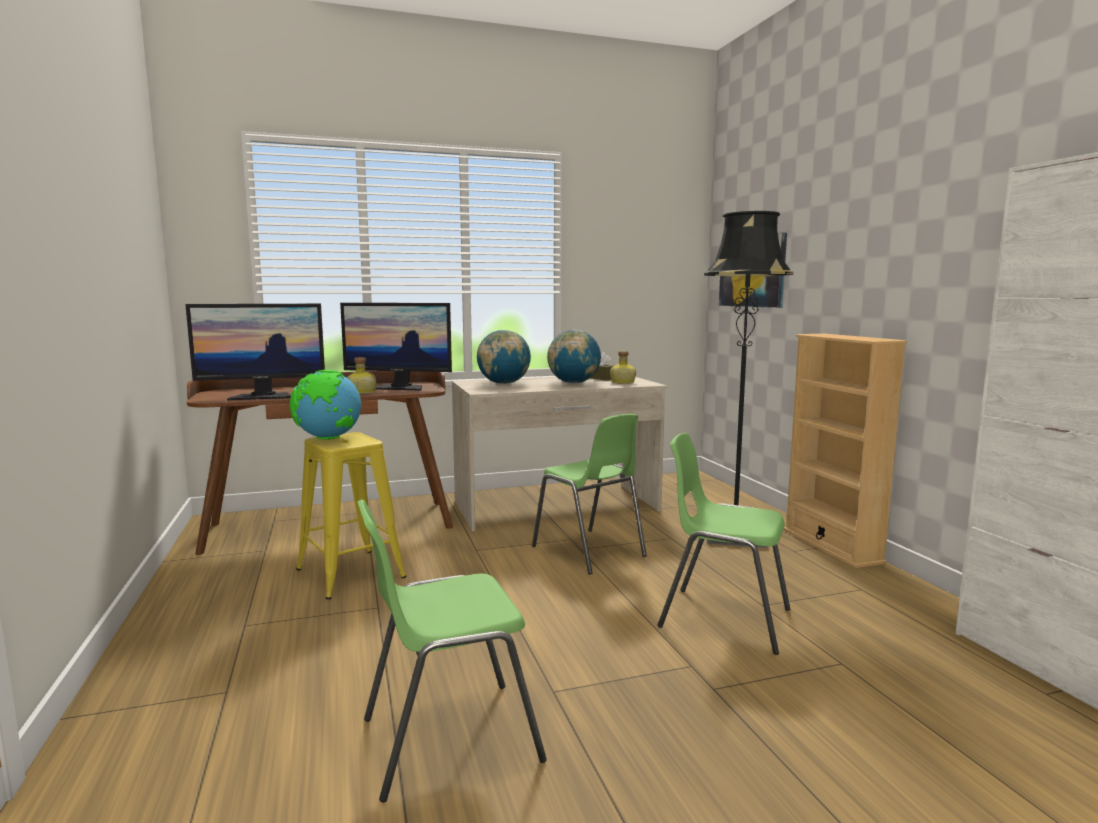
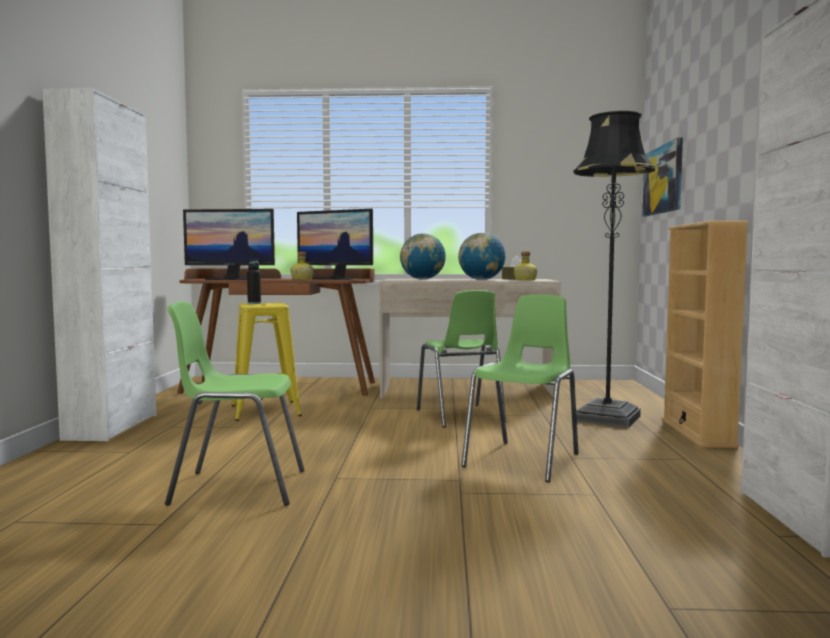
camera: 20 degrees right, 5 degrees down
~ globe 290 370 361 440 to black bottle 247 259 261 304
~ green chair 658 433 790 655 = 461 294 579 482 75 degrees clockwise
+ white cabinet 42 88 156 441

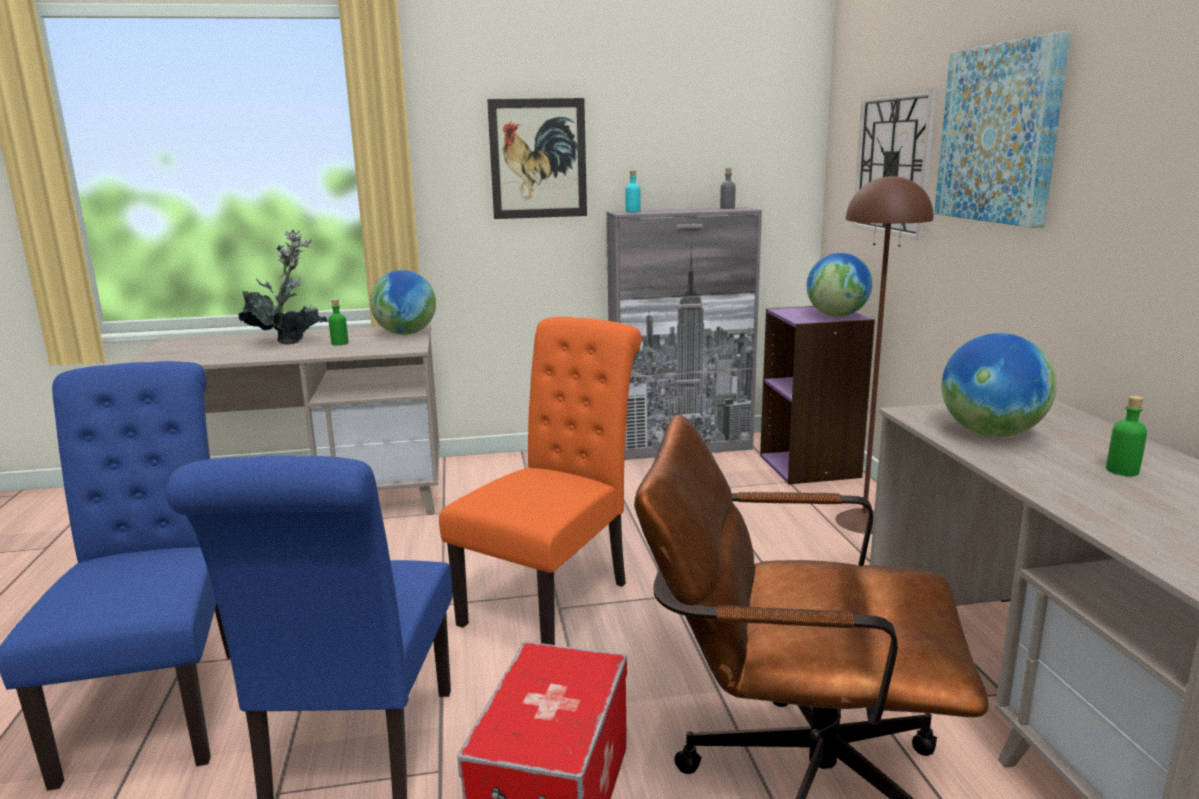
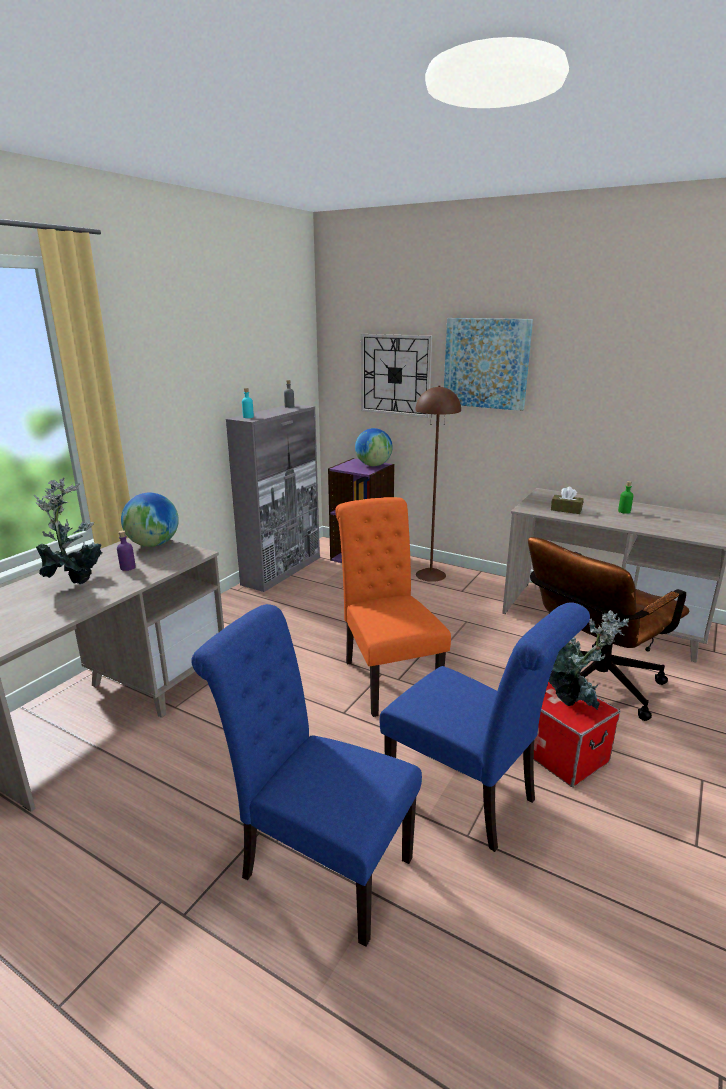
camera: 50 degrees left, 5 degrees up
~ green bottle 328 299 349 345 to purple bottle 117 531 136 571
- picture 487 98 587 219
~ globe 941 333 1057 437 to brown tissue box 551 487 584 514
+ potted plant 548 610 629 710

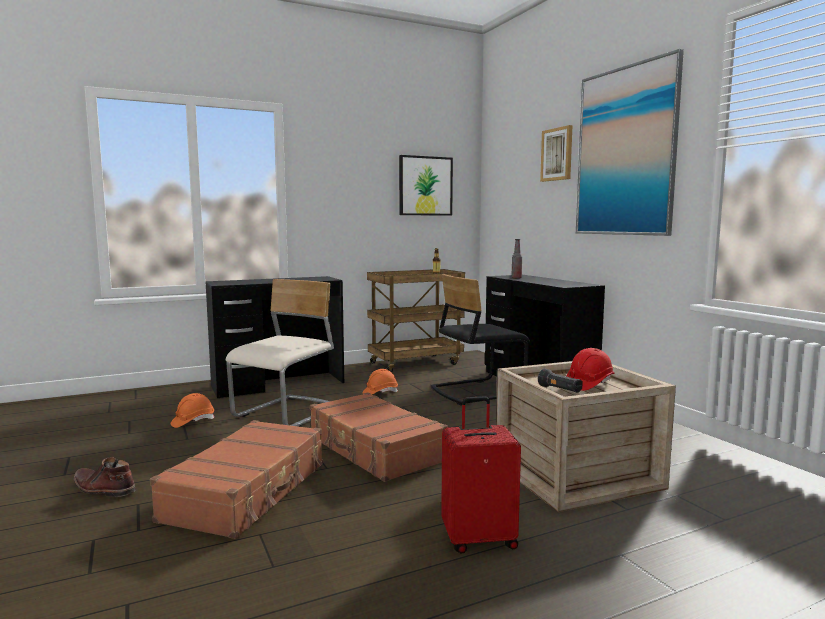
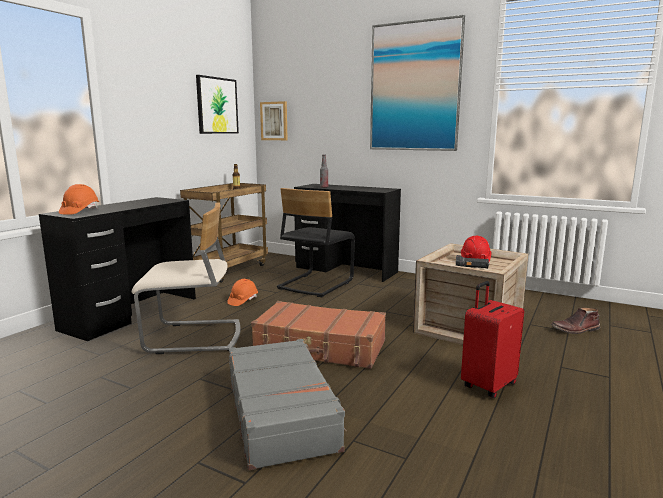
camera: 35 degrees left, 5 degrees up
~ brown boot 74 457 136 497 to 550 308 600 334
~ brown suitcase 150 420 323 539 to grey suitcase 229 339 346 470
~ orange hard hat 171 393 214 428 to 59 184 99 215
~ beige chair 226 279 334 427 = 132 203 241 354 90 degrees clockwise
~ picture 540 125 573 182 to 260 101 288 140

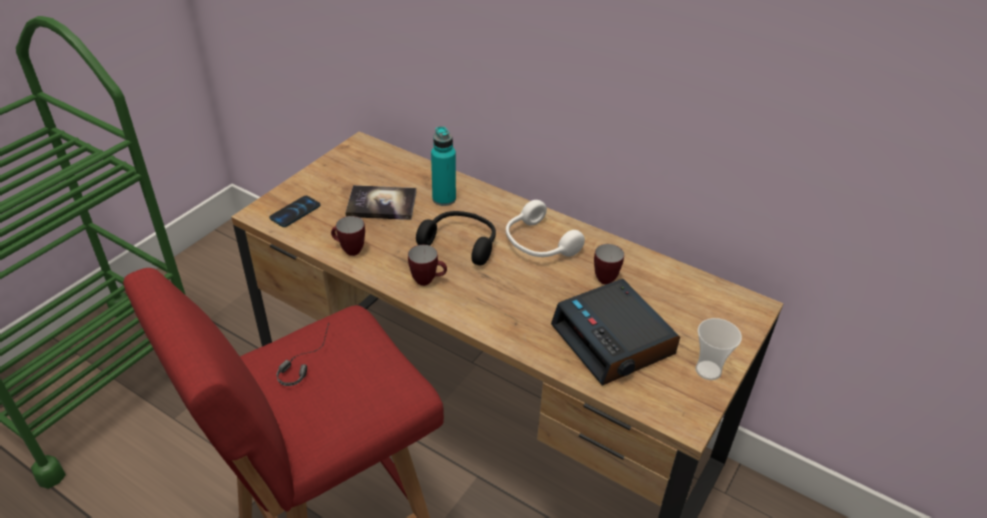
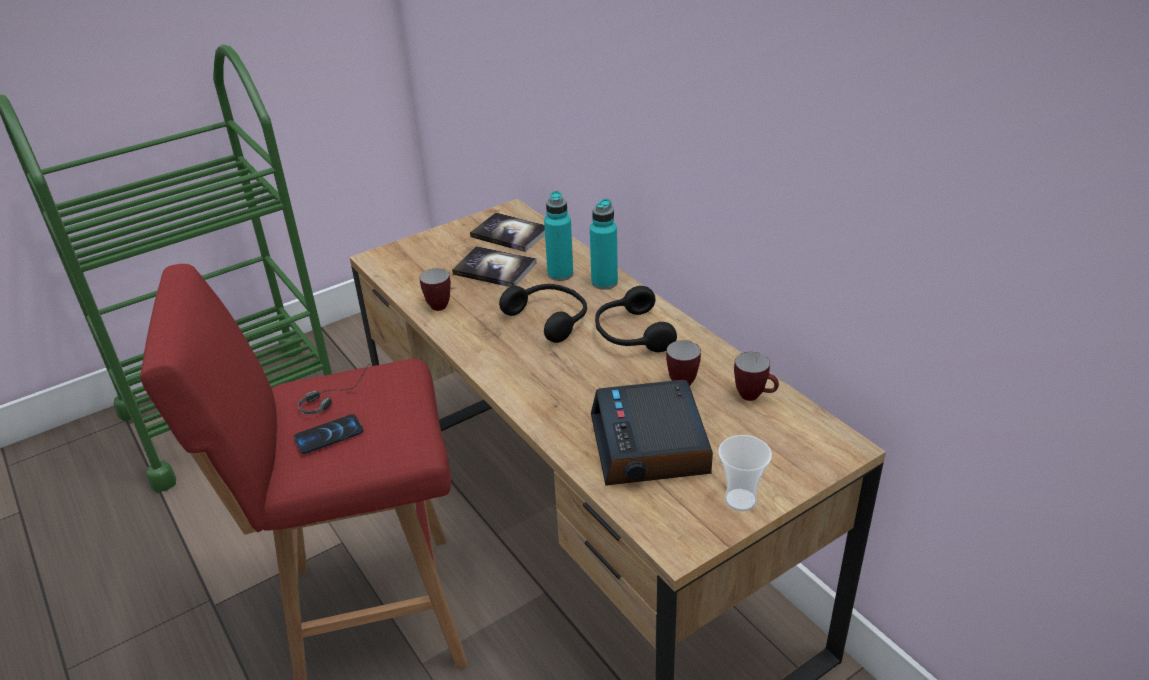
camera: 25 degrees right, 5 degrees down
~ phone 269 196 320 227 to 294 414 363 454
~ mug 408 245 447 286 to 734 352 779 401
~ white headphones 506 200 585 257 to black headphones 595 286 677 352
+ book 470 213 545 252
+ turquoise bottle 590 199 618 290

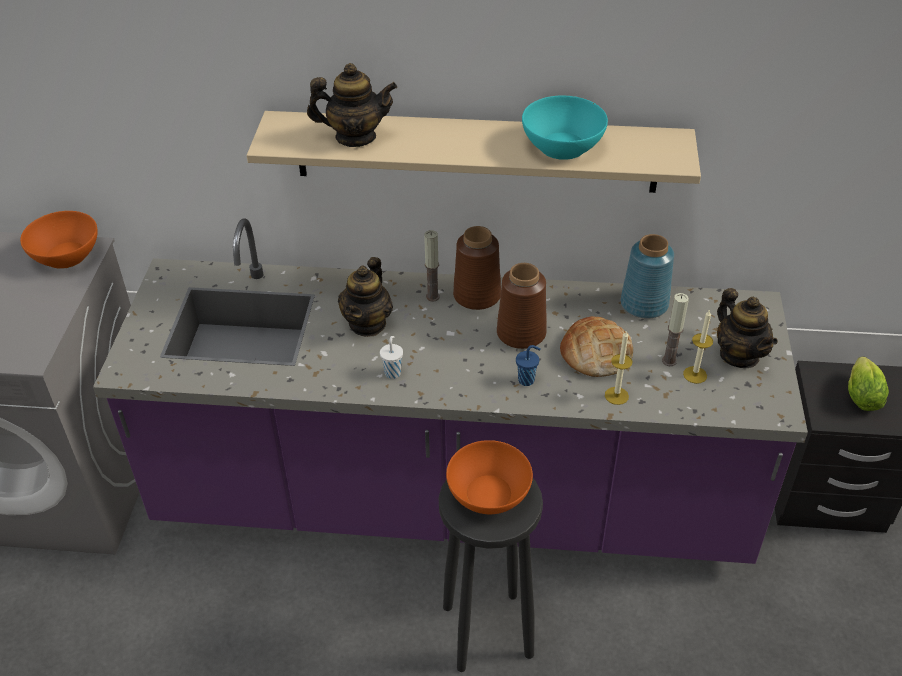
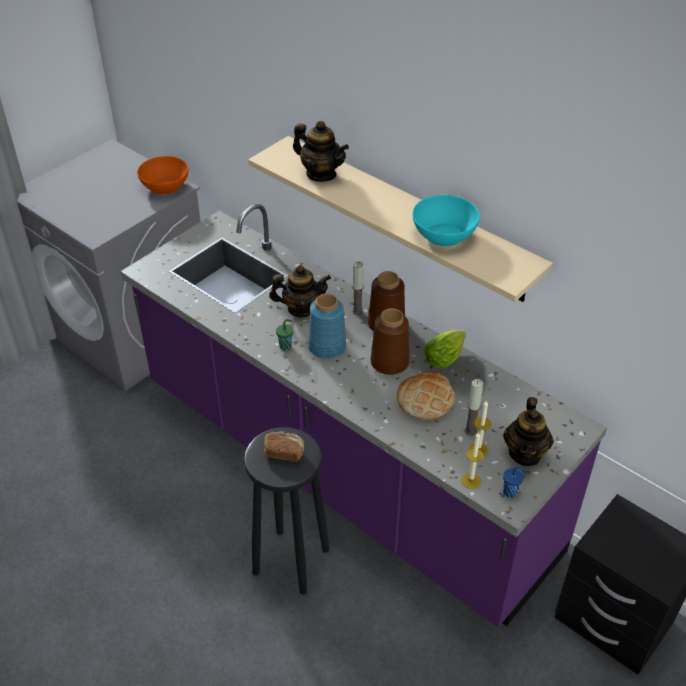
camera: 35 degrees right, 0 degrees up
~ teapot 338 257 393 337 = 269 265 331 317 150 degrees counterclockwise
~ white cup 380 336 403 379 to green cup 276 319 293 351
~ orange bowl 446 440 533 514 to bread 264 431 304 462
~ blue cup 516 345 541 386 to 503 467 527 498
~ candle 605 330 632 405 to 461 432 484 489
~ blue vase 621 234 674 319 to 308 293 347 359
~ lettuce 848 357 889 411 to 424 330 466 368

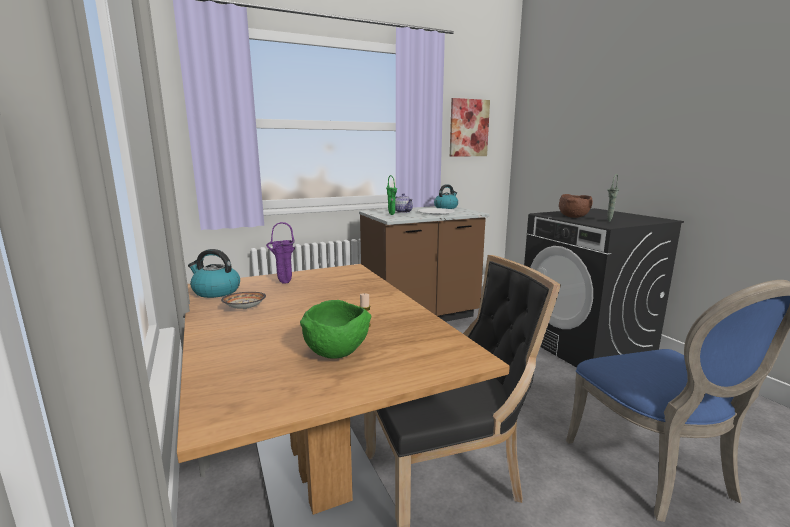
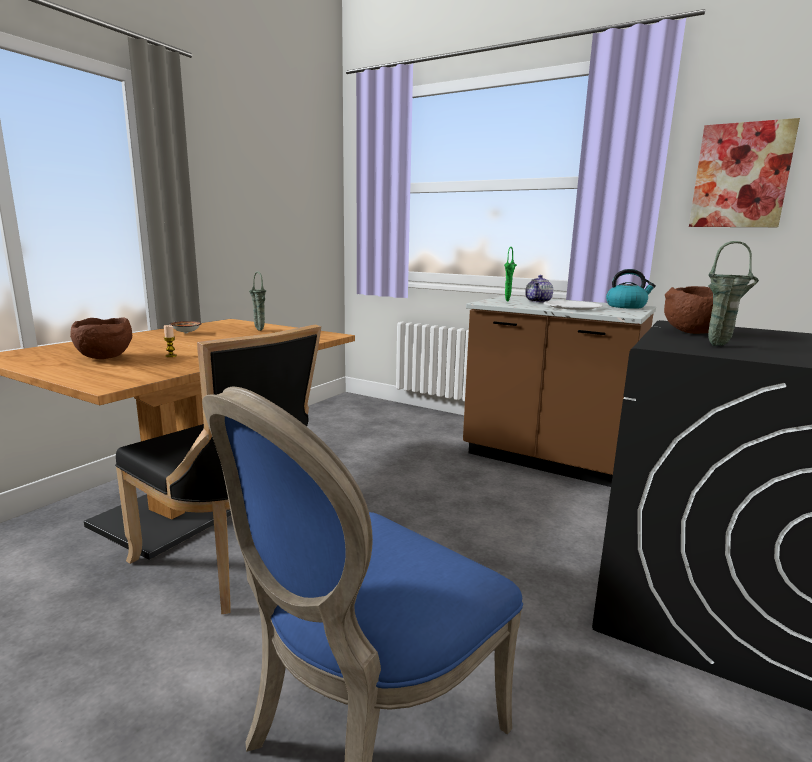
camera: 55 degrees right, 0 degrees up
- kettle 188 249 240 298
~ purple vase 266 222 295 284 to green vase 249 271 266 331
~ green bowl 300 300 371 359 to brown bowl 70 317 132 359

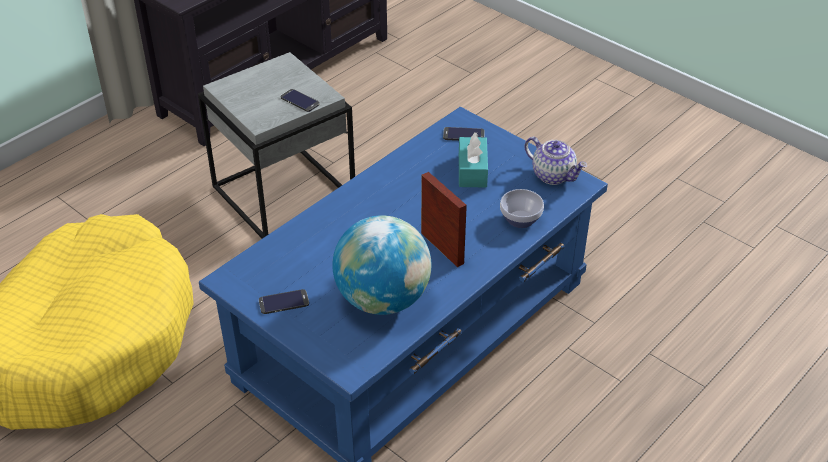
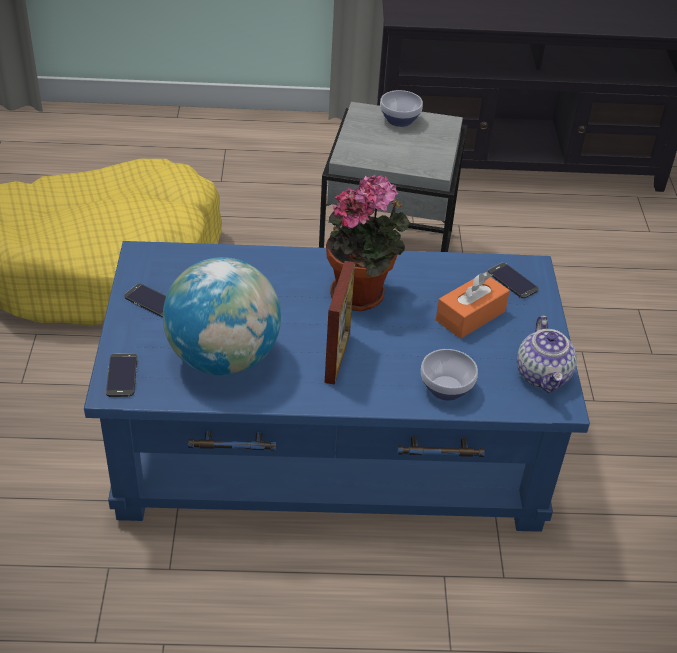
camera: 45 degrees right, 0 degrees up
~ phone 281 89 320 112 to 106 353 137 397
~ turquoise tissue box 459 132 488 187 to orange tissue box 436 272 510 339
+ potted plant 326 174 410 311
+ bowl 380 90 423 127

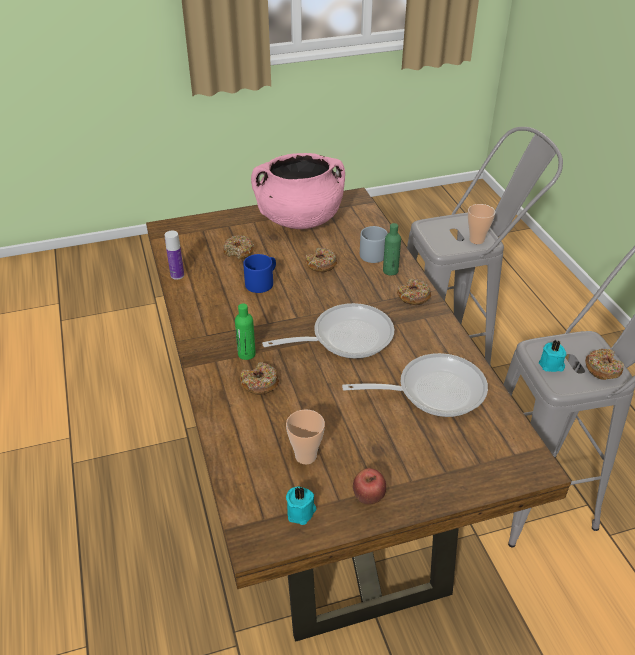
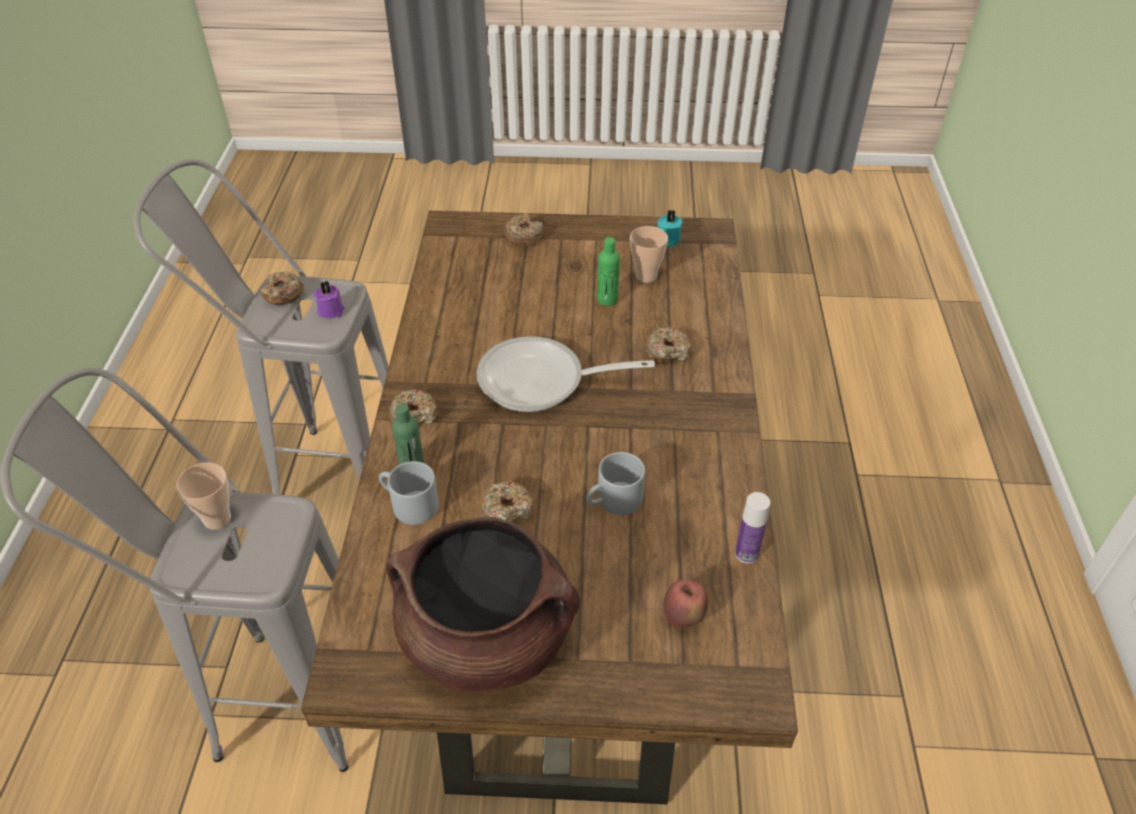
camera: 160 degrees left, 5 degrees up
~ donut 223 235 254 260 to 504 213 544 246
~ green bottle 235 303 256 360 to 597 237 620 306
~ blue mug 243 254 276 293 to grey mug 586 452 645 515
~ pink cooking pot 251 153 345 229 to brown cooking pot 386 517 580 692
- frying pan 342 353 488 417
~ apple 353 468 386 505 to 664 580 708 628
~ turquoise candle 539 340 566 372 to purple candle 314 281 344 319

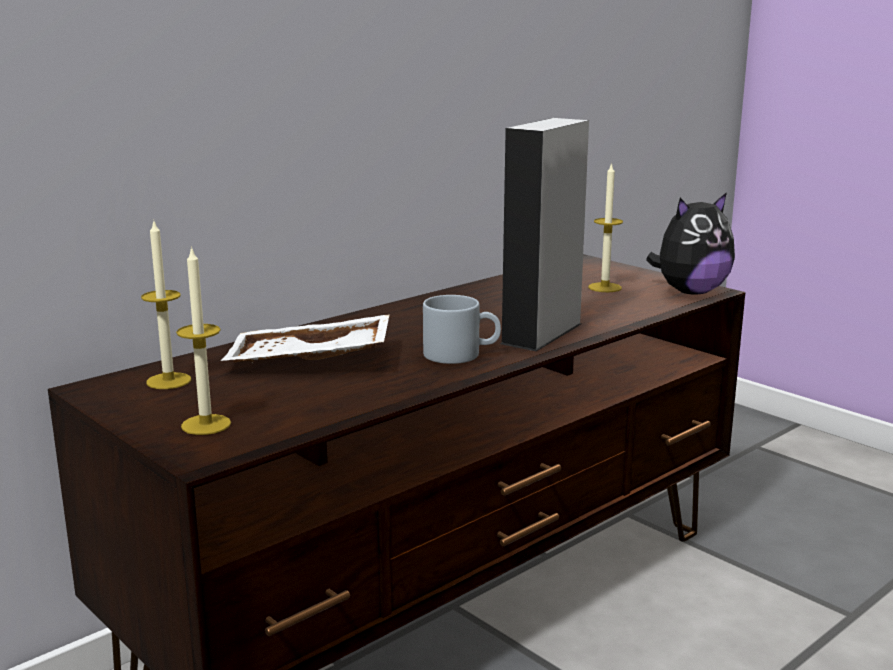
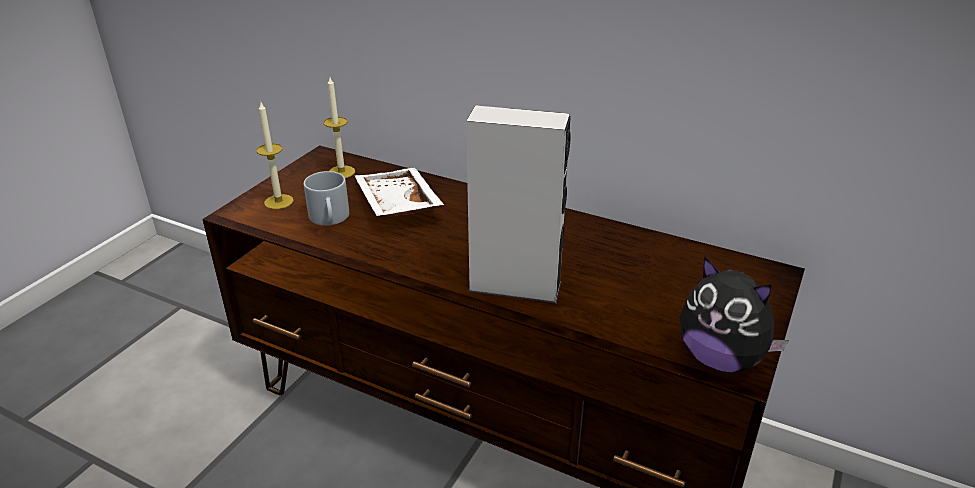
camera: 70 degrees right, 15 degrees up
~ grey mug 423 295 501 364 to 303 171 349 226
- candle 588 162 623 292

